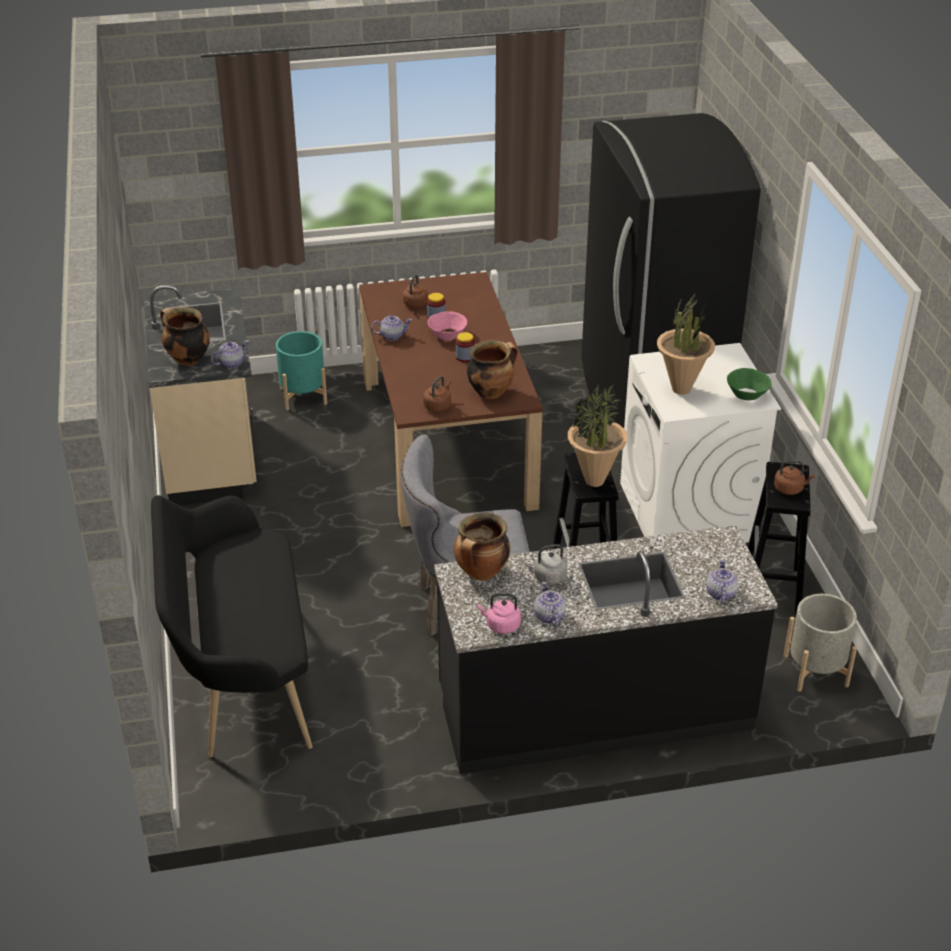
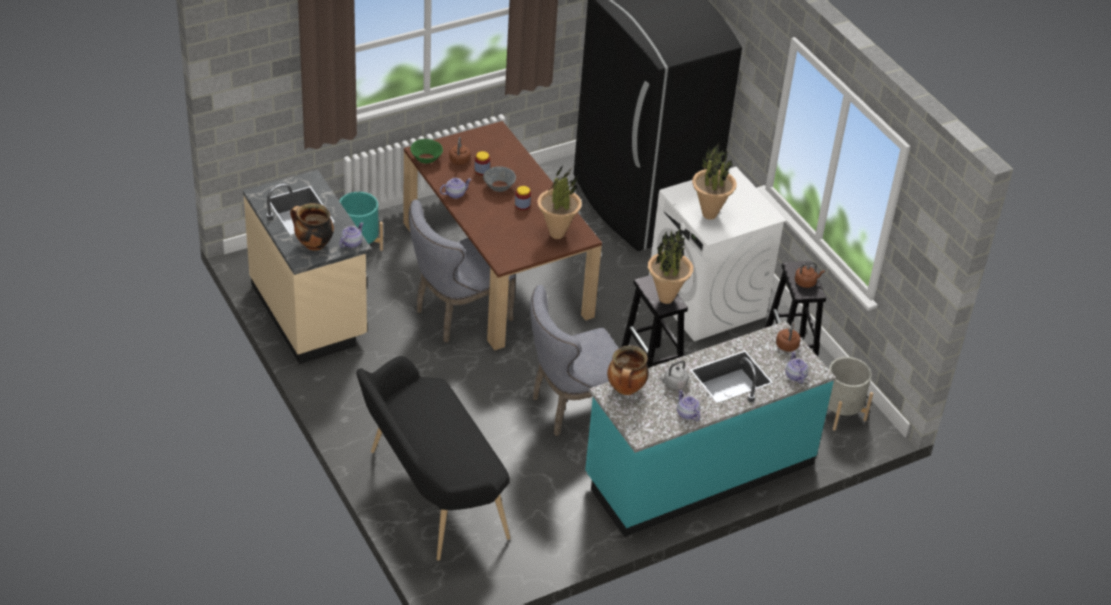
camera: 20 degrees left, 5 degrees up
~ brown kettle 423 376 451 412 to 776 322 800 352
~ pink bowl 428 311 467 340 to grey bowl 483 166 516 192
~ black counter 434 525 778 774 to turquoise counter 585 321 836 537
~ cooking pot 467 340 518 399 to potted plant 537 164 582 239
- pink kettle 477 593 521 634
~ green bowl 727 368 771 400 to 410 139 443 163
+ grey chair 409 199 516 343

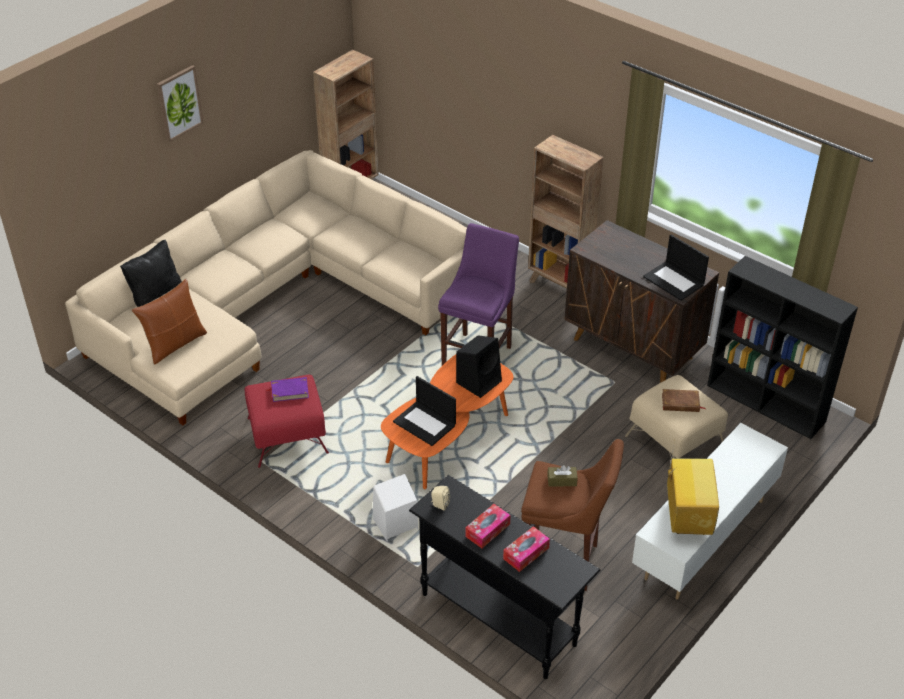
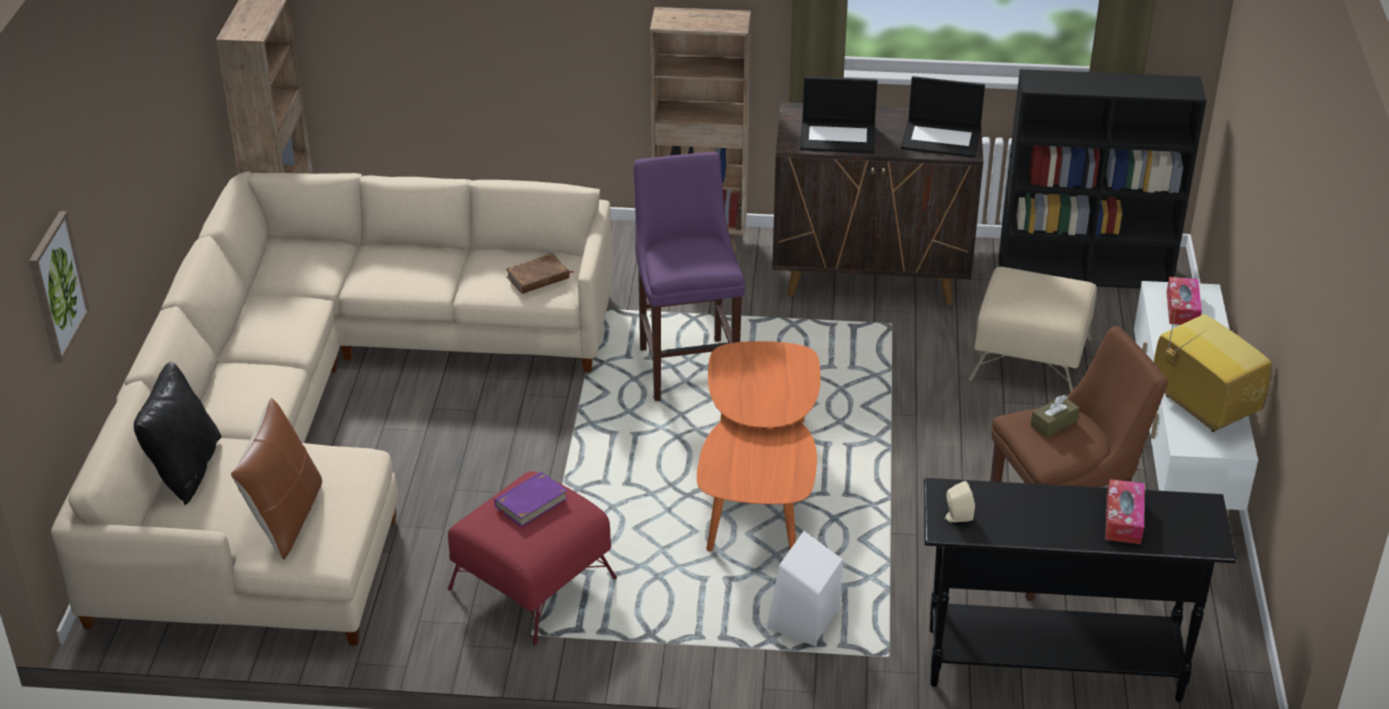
camera: 35 degrees left, 5 degrees down
~ picture 157 65 203 142 to 29 211 90 363
~ laptop 393 376 456 446 to 800 77 877 154
- black speaker 456 335 502 398
~ tissue box 465 504 511 548 to 1166 277 1202 325
~ brown book 662 389 705 412 to 506 253 573 294

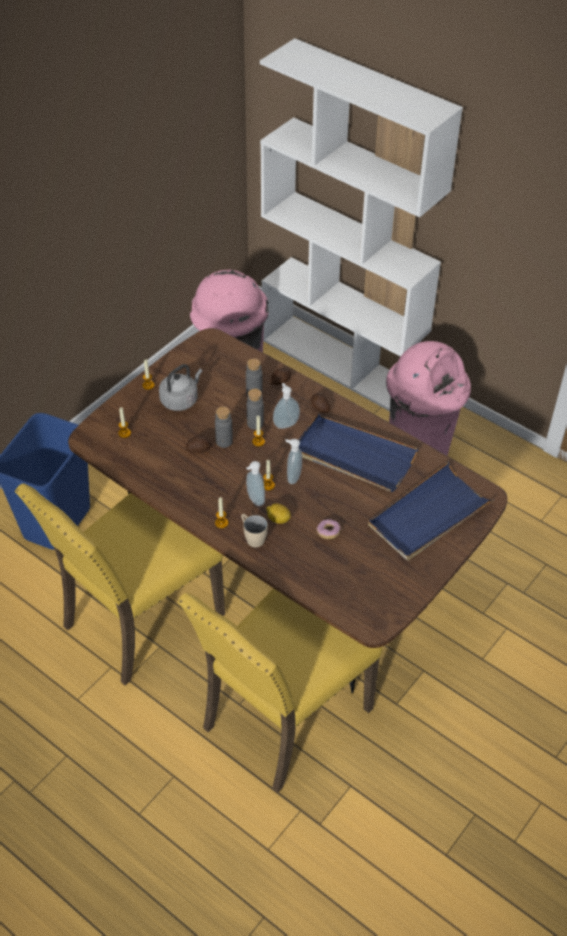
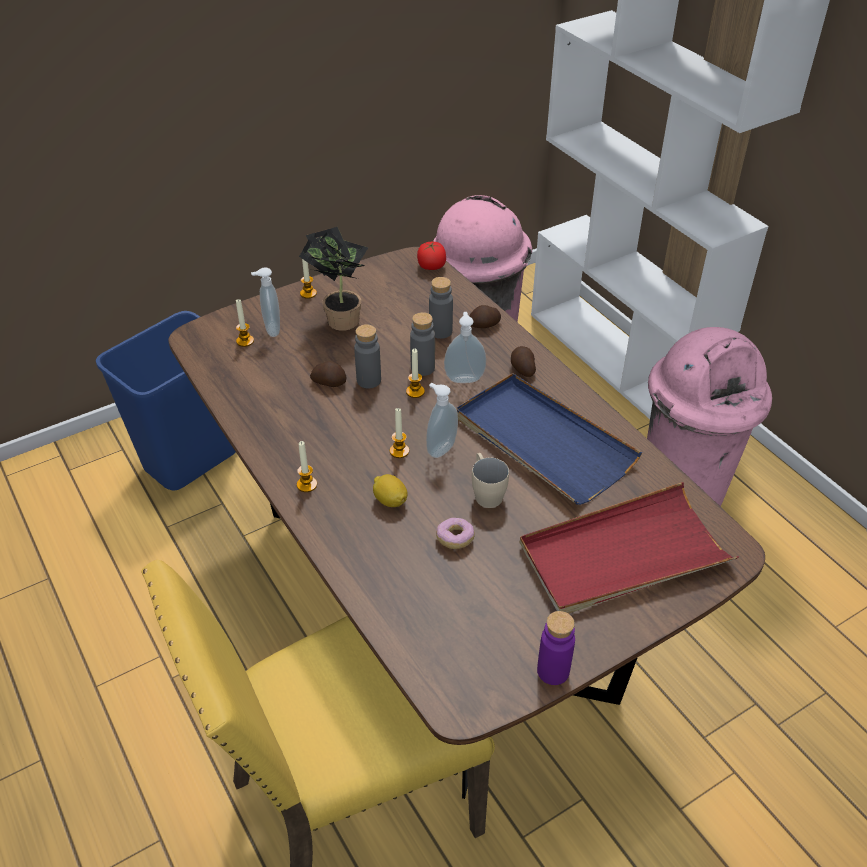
camera: 20 degrees right, 5 degrees down
- yellow chair 15 483 225 685
~ grey kettle 159 364 203 411 to potted plant 299 227 368 331
~ beige mug 241 514 268 548 to 472 453 509 508
~ soap dispenser 246 461 265 506 to 251 267 280 337
~ blue tray 368 462 494 561 to red tray 520 482 739 614
+ tomato 417 242 446 270
+ purple bottle 537 611 575 685

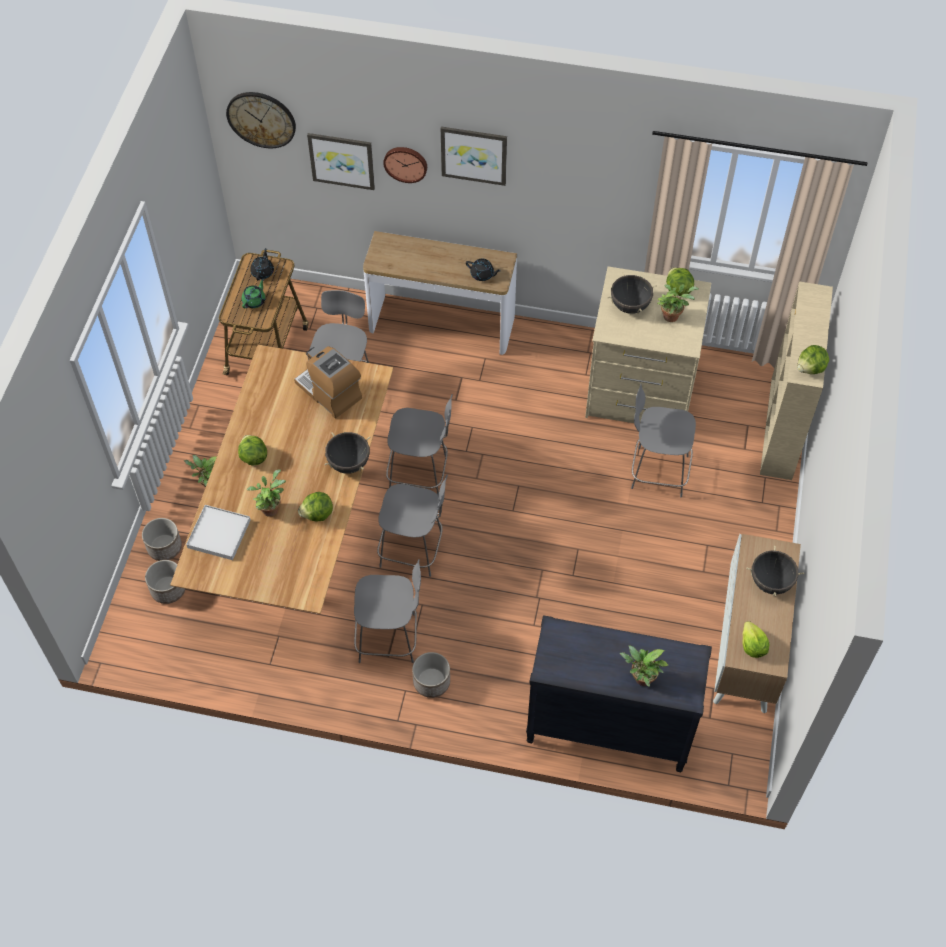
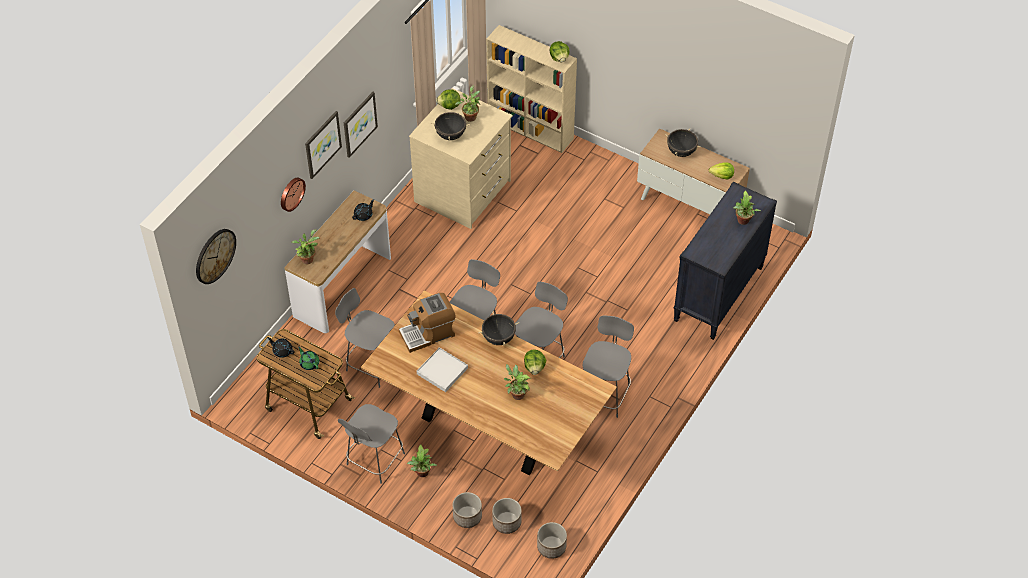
camera: 70 degrees left, 5 degrees down
~ white tray 186 505 251 560 to 417 347 468 392
- lettuce 238 435 267 465
~ picture 307 133 375 190 to 344 92 378 158
~ planter 412 652 450 698 to 537 522 567 559
~ grey stool 631 383 696 498 to 338 404 405 484
+ potted plant 291 229 320 264

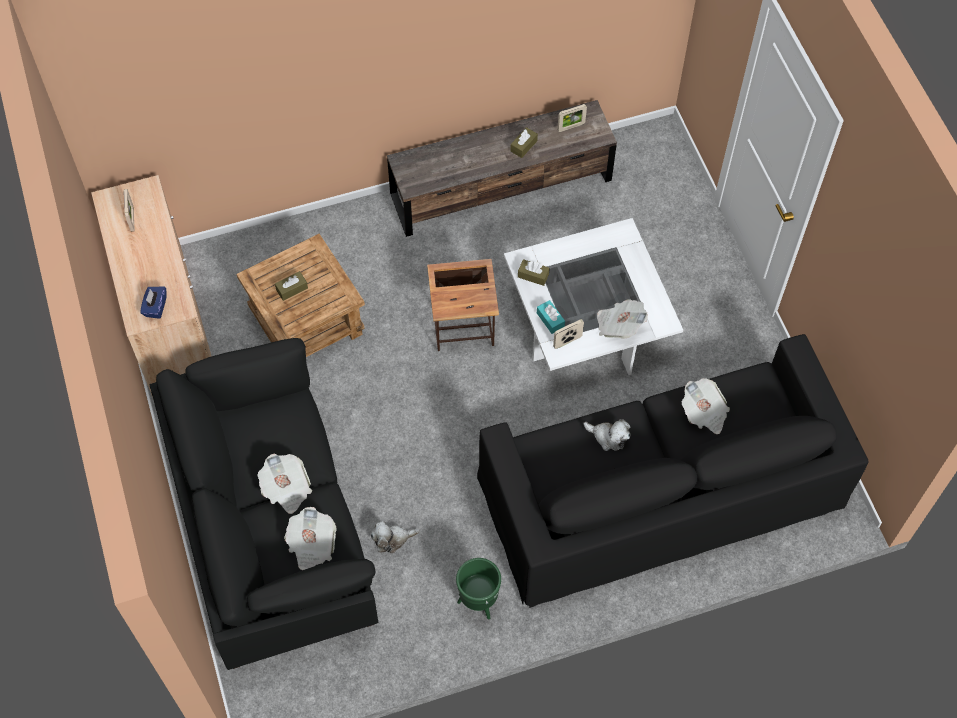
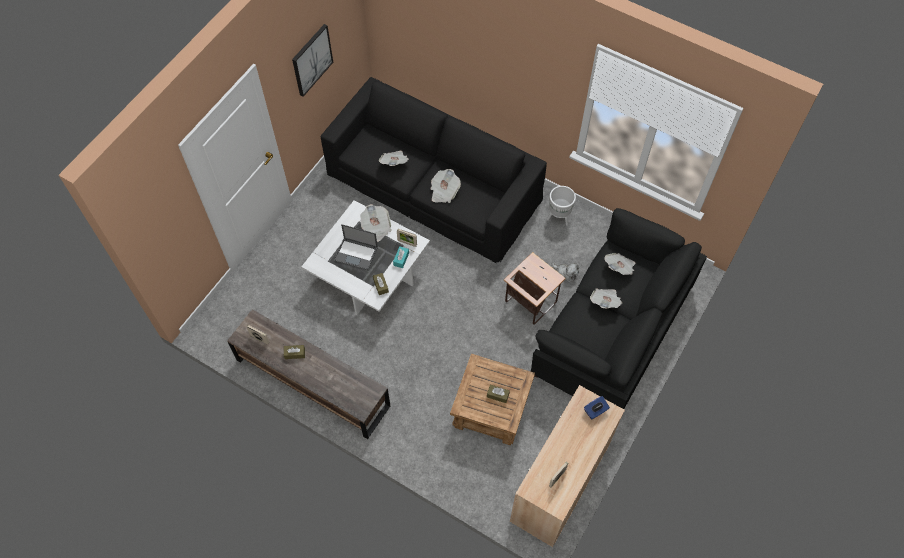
camera: 130 degrees left, 0 degrees up
~ side table 427 259 499 351 to 504 252 566 325
~ green planter 456 558 501 620 to white planter 547 186 576 226
~ plush toy 583 419 630 451 to newspaper 430 169 461 203
+ picture 292 24 333 97
+ laptop 334 224 378 270

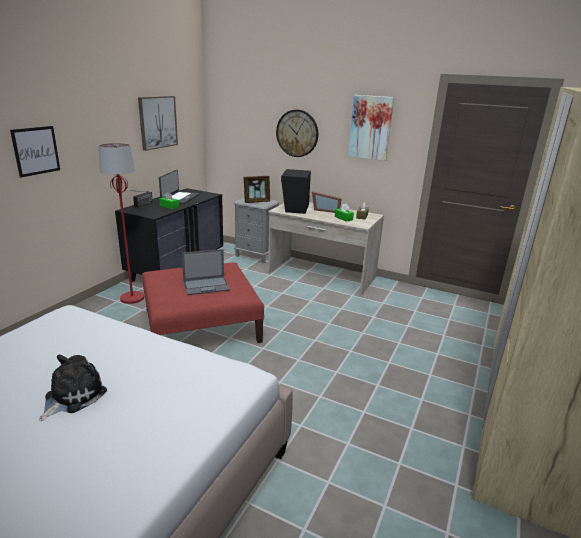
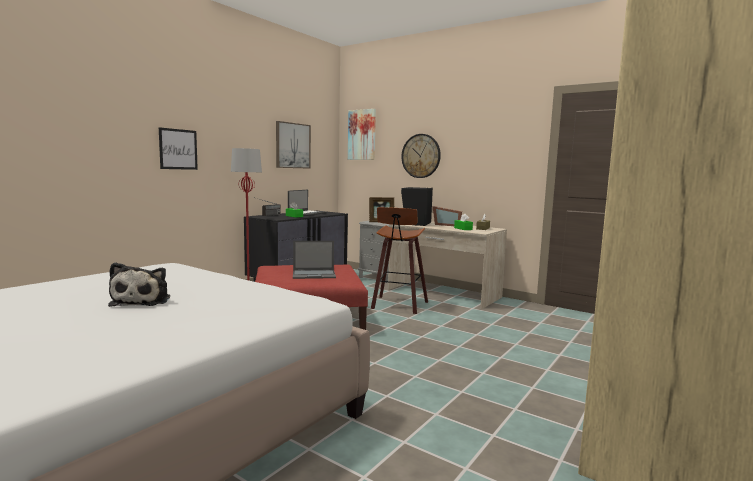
camera: 10 degrees right, 15 degrees down
~ plush toy 39 355 107 421 = 108 262 170 307 135 degrees clockwise
~ picture 348 95 394 161 to 348 109 376 160
+ stool 371 207 428 314

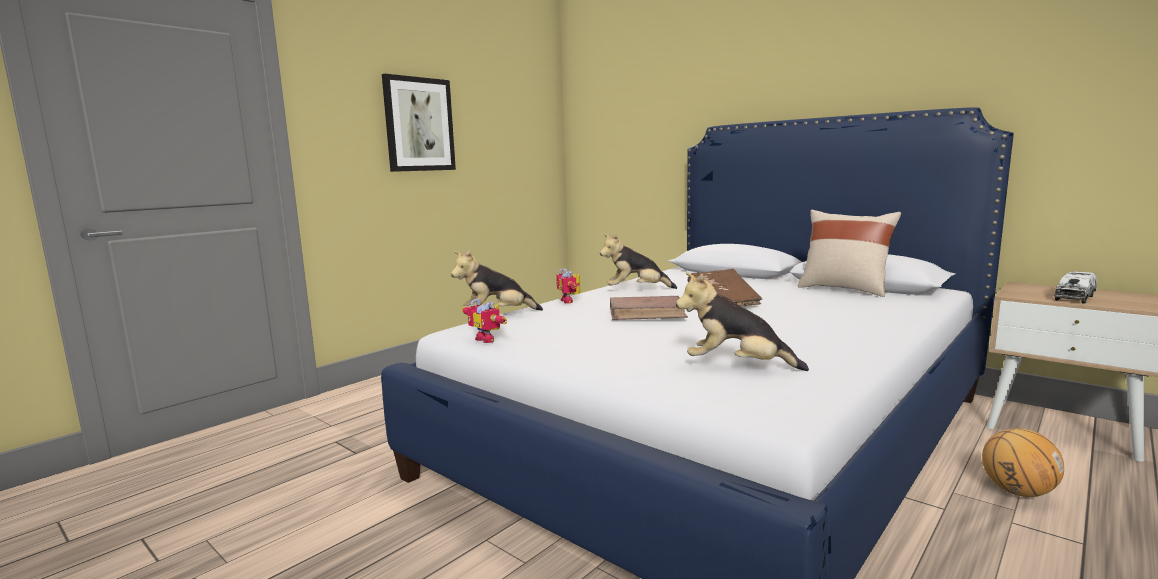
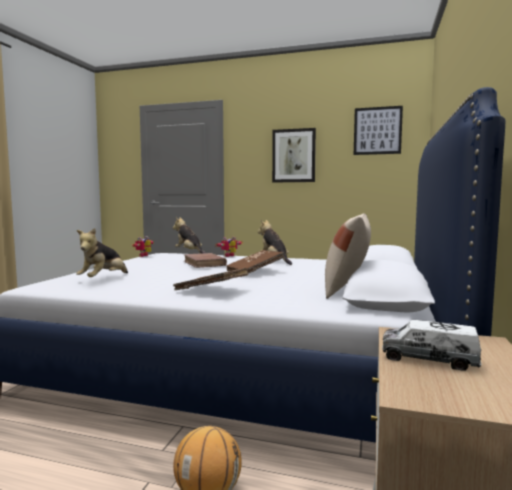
camera: 65 degrees right, 5 degrees down
~ plush toy 676 272 809 371 = 76 228 128 277 150 degrees counterclockwise
+ brown book 173 268 248 290
+ picture 354 106 403 155

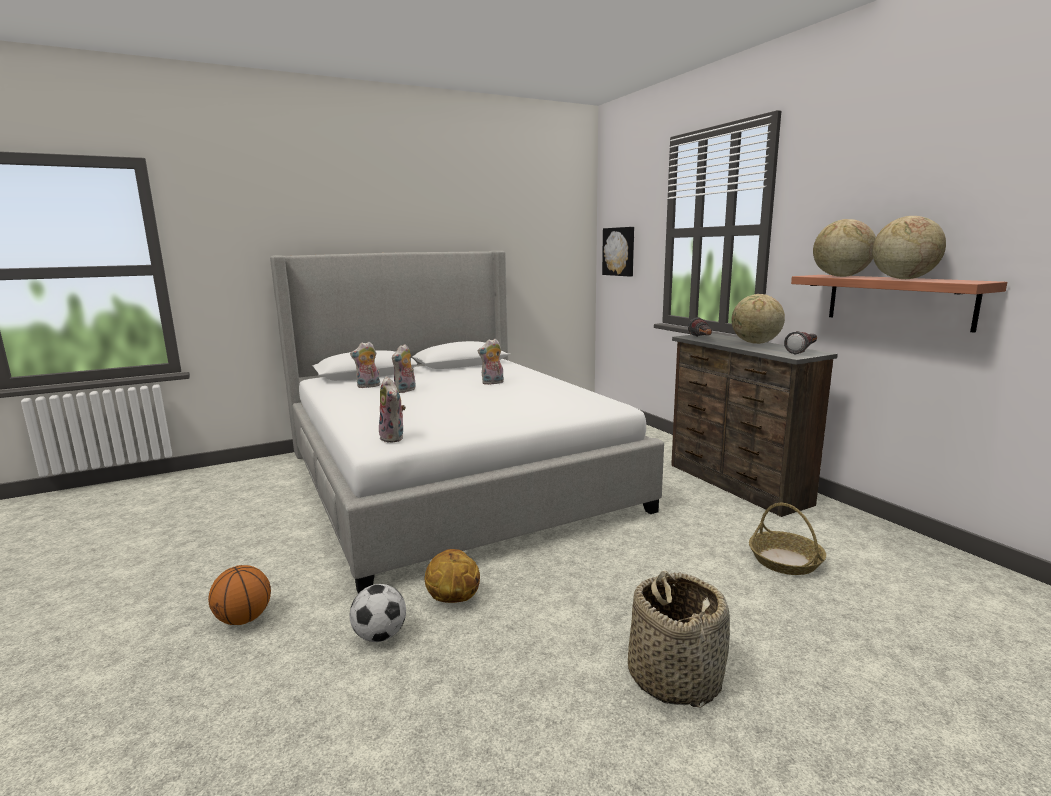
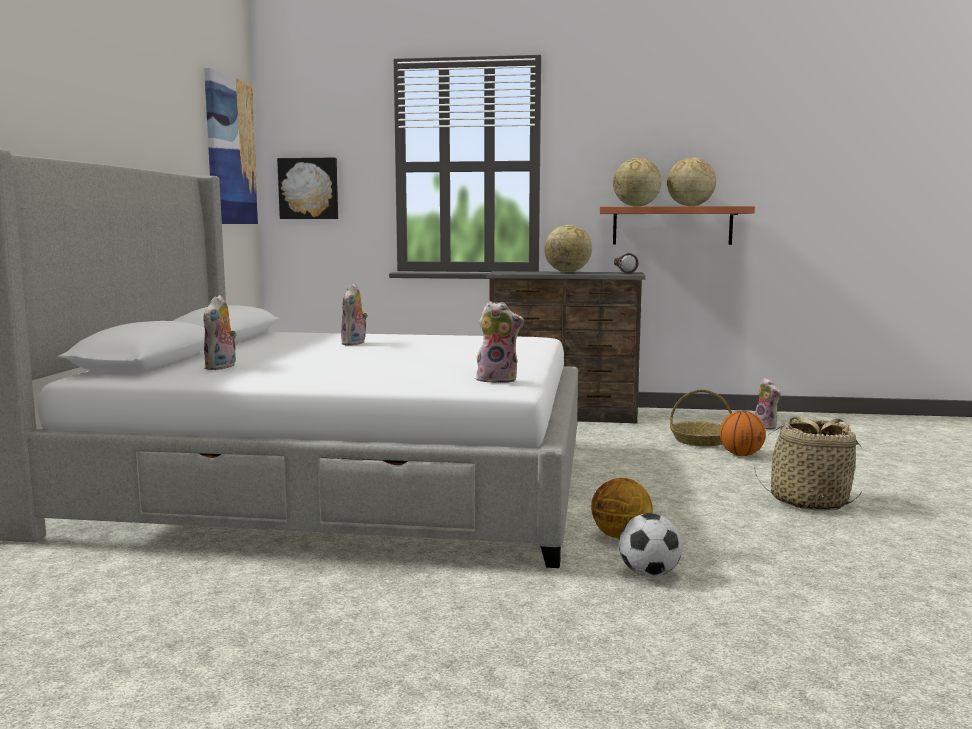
camera: 55 degrees left, 5 degrees down
~ basketball 208 565 271 625 to 719 411 766 456
~ plush toy 392 344 416 393 to 755 378 781 429
- flashlight 688 317 712 337
+ picture 204 68 259 224

